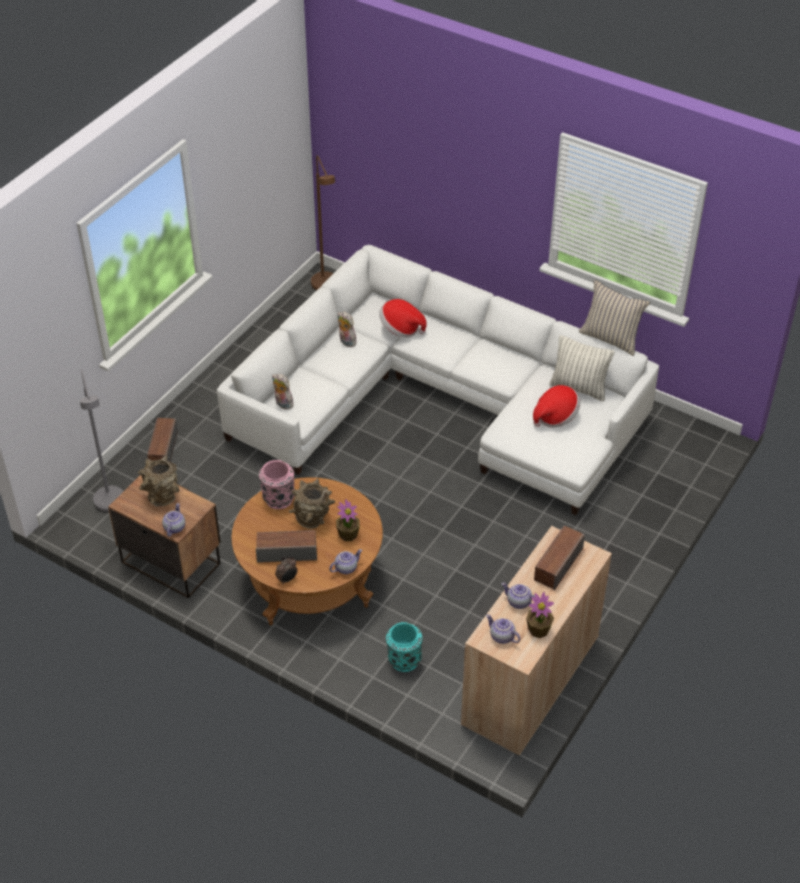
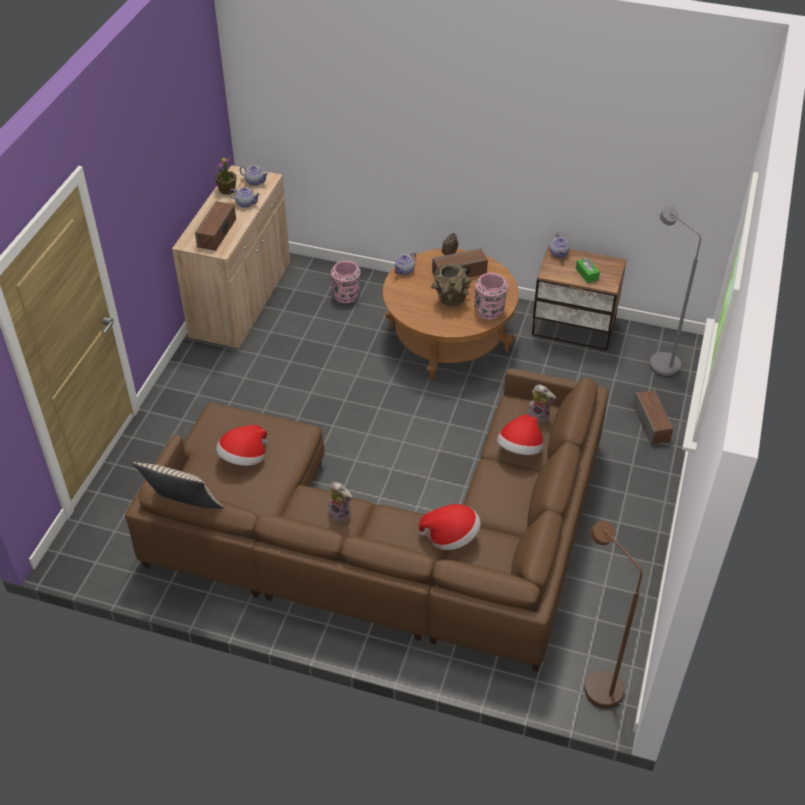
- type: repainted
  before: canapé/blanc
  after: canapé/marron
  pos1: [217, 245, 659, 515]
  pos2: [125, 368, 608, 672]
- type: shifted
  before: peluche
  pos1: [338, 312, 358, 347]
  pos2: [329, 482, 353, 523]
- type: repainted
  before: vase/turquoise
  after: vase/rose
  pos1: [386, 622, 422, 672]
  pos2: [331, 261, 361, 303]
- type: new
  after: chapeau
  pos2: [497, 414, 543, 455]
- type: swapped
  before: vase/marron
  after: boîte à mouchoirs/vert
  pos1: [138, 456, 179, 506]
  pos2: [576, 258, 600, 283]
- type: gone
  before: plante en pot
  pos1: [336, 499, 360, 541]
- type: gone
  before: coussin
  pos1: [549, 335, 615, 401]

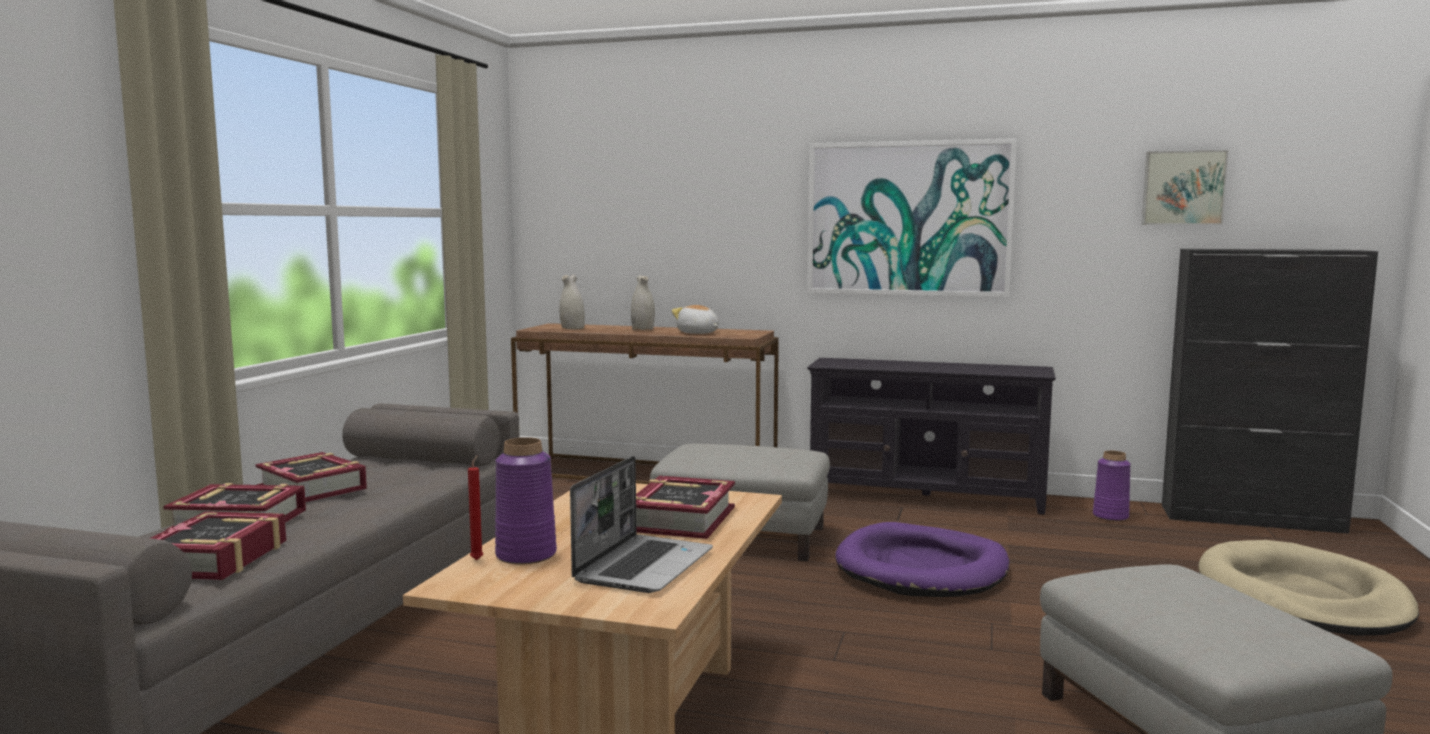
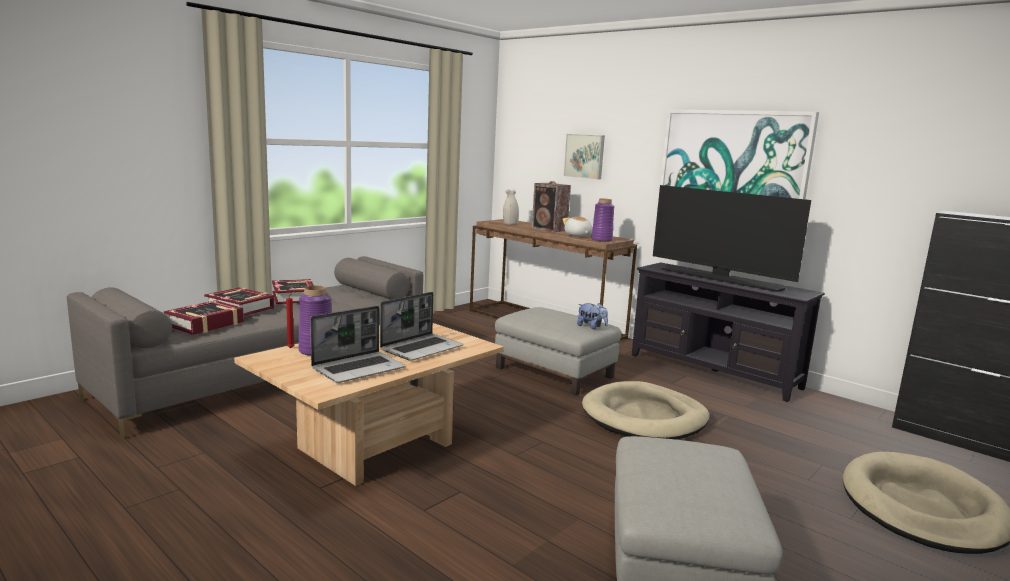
- type: swapped
  before: livre
  after: ordinateur portable
  pos1: [636, 476, 735, 539]
  pos2: [380, 292, 463, 361]
- type: swapped
  before: vase/blanc
  after: enceinte
  pos1: [631, 275, 655, 330]
  pos2: [532, 181, 571, 232]
- type: shifted
  before: tableau
  pos1: [1142, 150, 1229, 225]
  pos2: [564, 134, 605, 179]
- type: new
  after: peluche
  pos2: [577, 303, 608, 329]
- type: repainted
  before: panier pour chien/violet
  after: panier pour chien/beige
  pos1: [835, 522, 1009, 597]
  pos2: [582, 381, 710, 440]
- type: shifted
  before: vase/violet
  pos1: [1093, 451, 1131, 521]
  pos2: [591, 199, 614, 242]
- type: new
  after: téléviseur
  pos2: [653, 185, 811, 292]

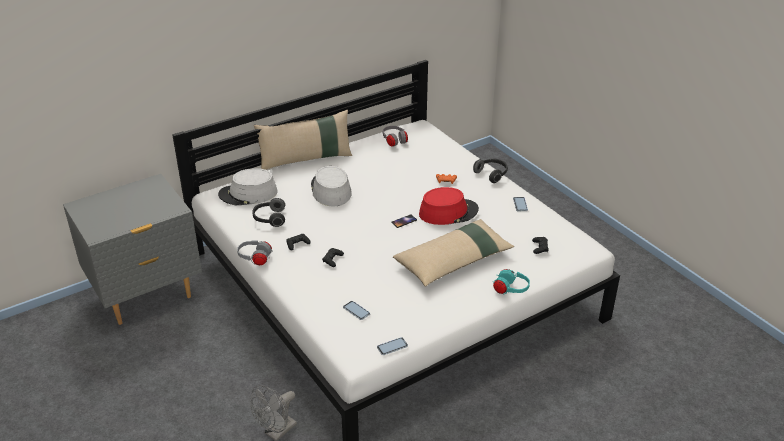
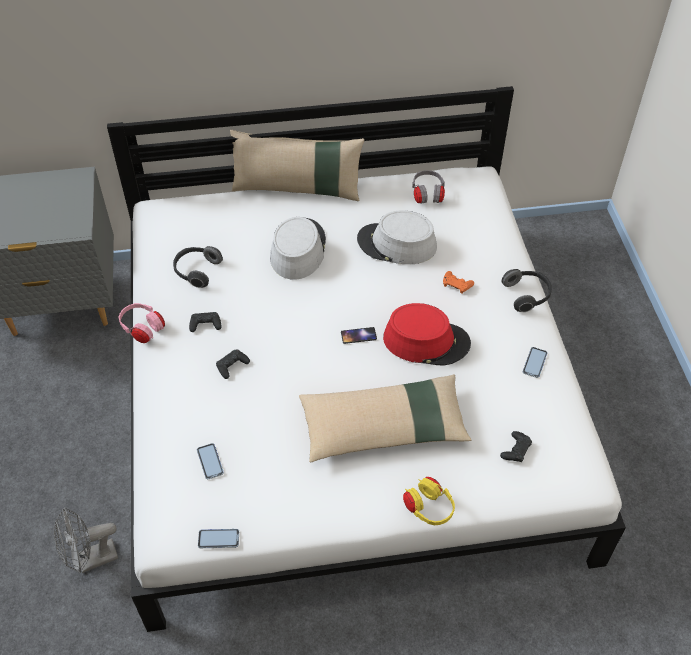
- type: repainted
  before: casque audio/gris
  after: casque audio/rose
  pos1: [237, 240, 272, 265]
  pos2: [118, 303, 165, 343]
- type: shifted
  before: chapeau/gris
  pos1: [218, 168, 278, 205]
  pos2: [357, 210, 437, 264]
- type: repainted
  before: casque audio/turquoise
  after: casque audio/jaune
  pos1: [492, 269, 530, 294]
  pos2: [403, 477, 455, 525]

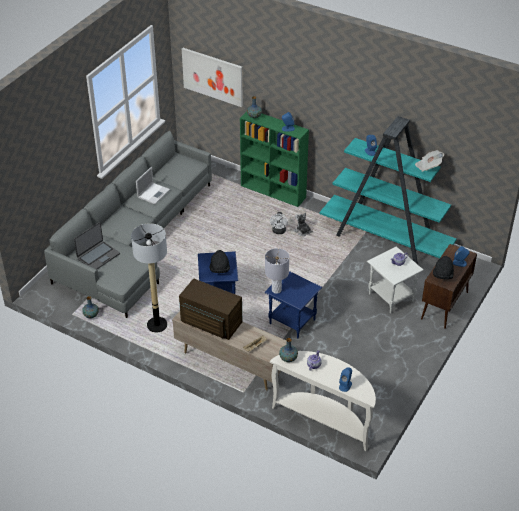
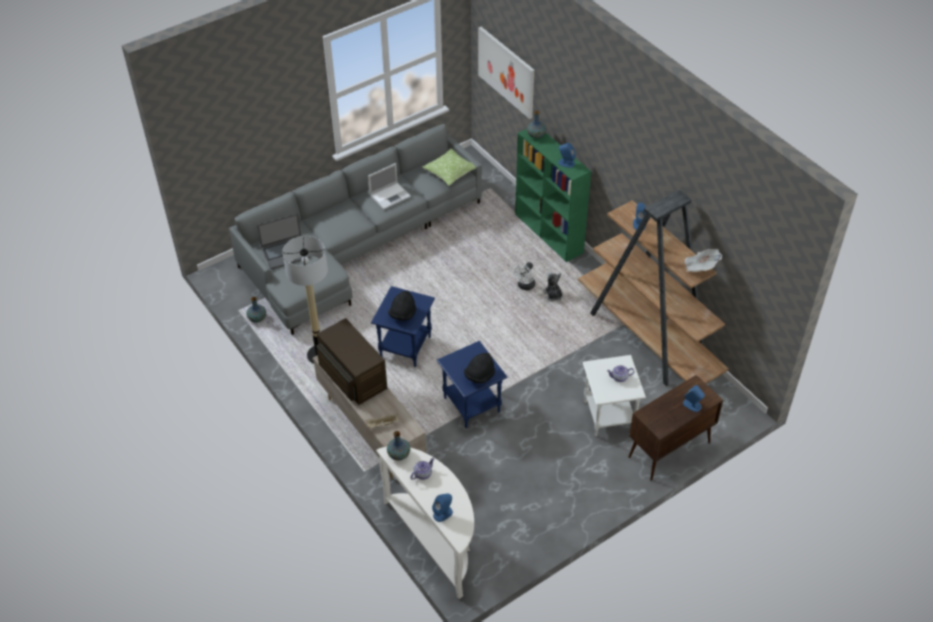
- type: new
  after: coussin
  pos2: [423, 148, 476, 186]
- type: shifted
  before: chapeau/noir
  pos1: [433, 256, 454, 280]
  pos2: [464, 353, 495, 383]
- type: repainted
  before: bibliothèque/turquoise
  after: bibliothèque/marron
  pos1: [320, 116, 457, 264]
  pos2: [578, 190, 729, 386]
- type: gone
  before: lampe de table/gris
  pos1: [265, 248, 289, 294]

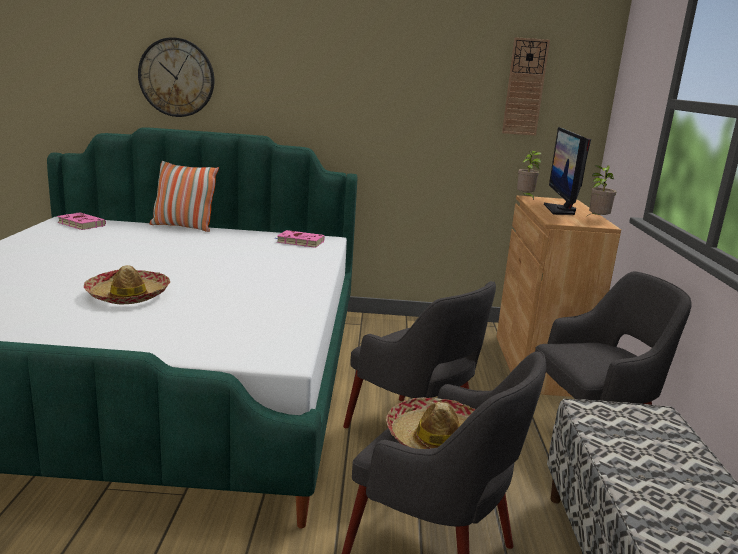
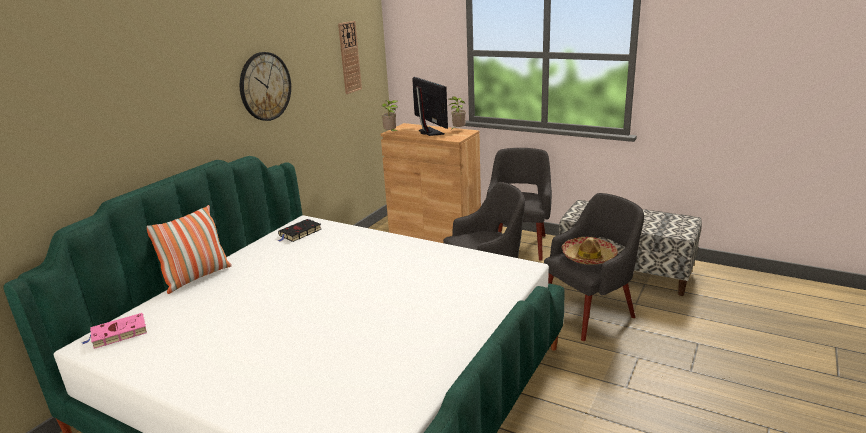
- type: shifted
  before: horloge murale
  pos1: [138, 37, 214, 117]
  pos2: [240, 52, 291, 121]
- type: repainted
  before: livre/rose
  after: livre/noir
  pos1: [275, 230, 325, 248]
  pos2: [278, 219, 321, 242]
- type: rotated
  before: écran d'ordinateur
  pos1: [544, 127, 591, 215]
  pos2: [412, 77, 448, 136]
  turn: -150
- type: gone
  before: chapeau
  pos1: [84, 265, 170, 304]

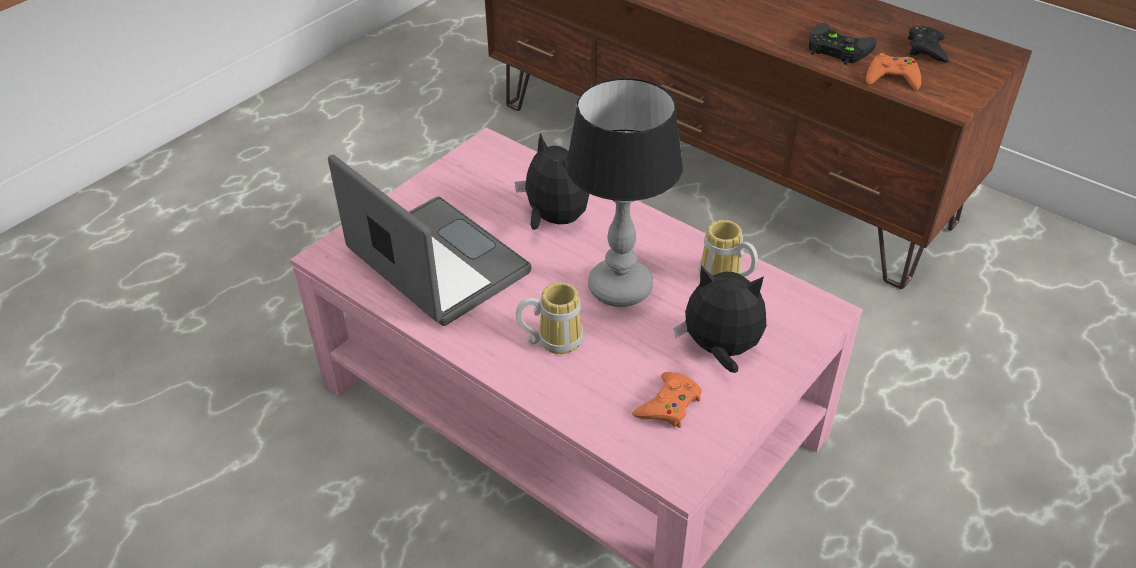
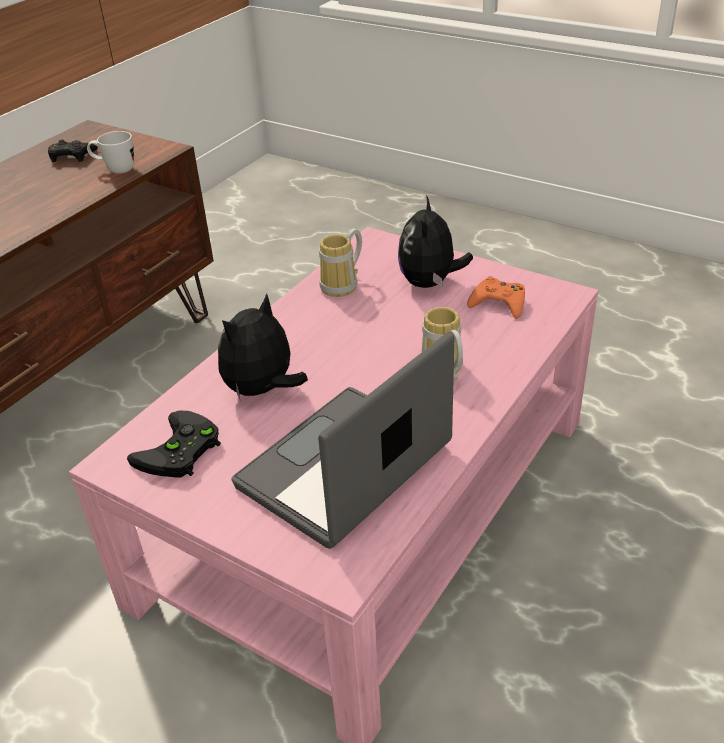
- type: swapped
  before: manette/orange
  after: mug/blanc
  pos1: [866, 53, 921, 90]
  pos2: [87, 131, 134, 174]
- type: shifted
  before: manette/noir
  pos1: [809, 23, 876, 65]
  pos2: [127, 410, 221, 478]
- type: gone
  before: lampe de table
  pos1: [566, 78, 683, 307]

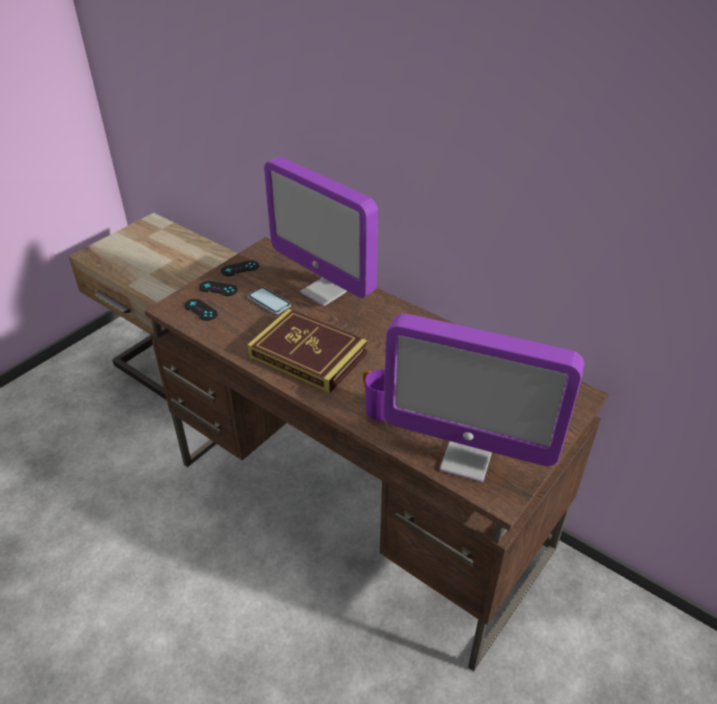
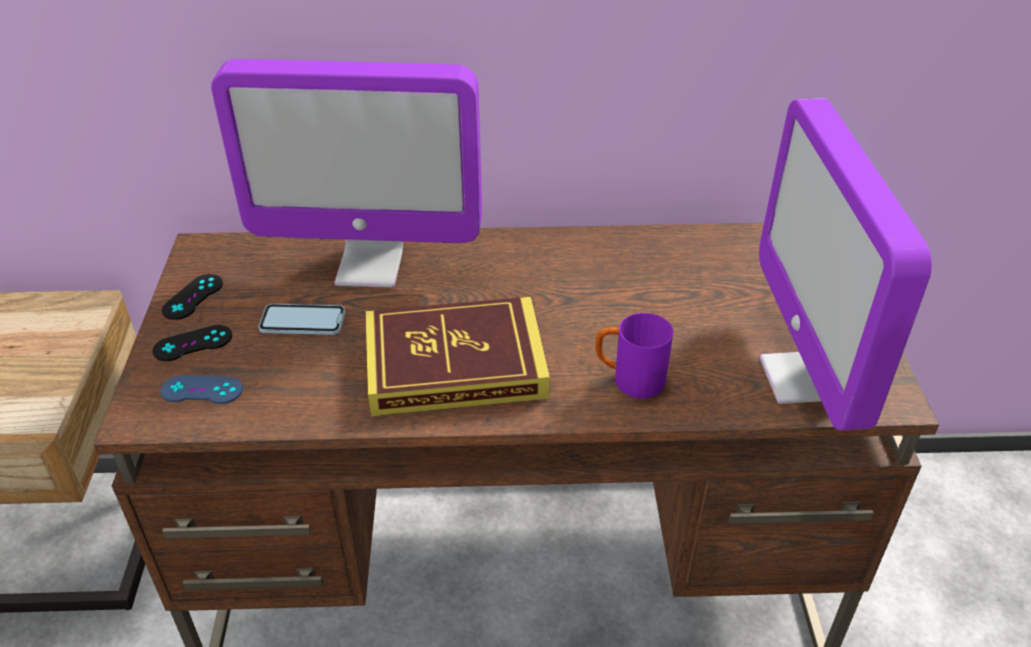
- type: repainted
  before: manette/noir
  after: manette/bleu
  pos1: [184, 299, 218, 321]
  pos2: [160, 375, 243, 404]
- type: rotated
  before: écran d'ordinateur
  pos1: [384, 313, 584, 482]
  pos2: [759, 98, 932, 431]
  turn: 105

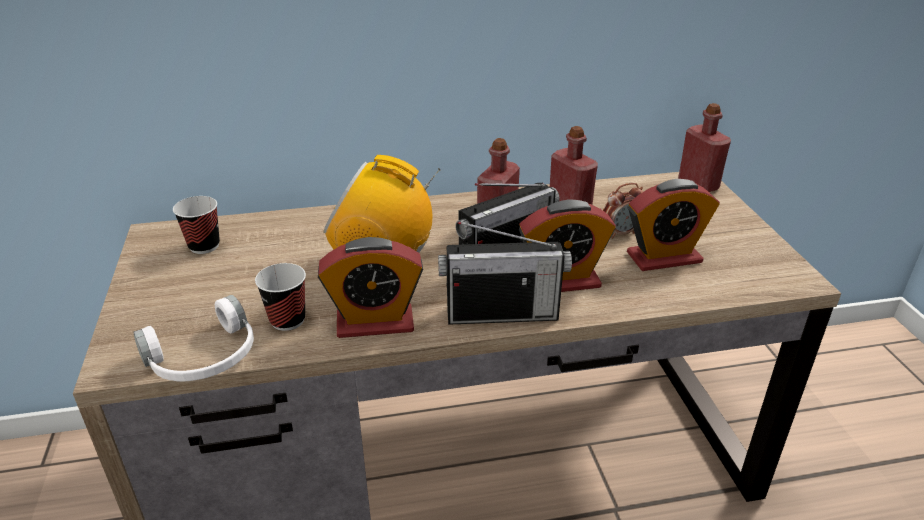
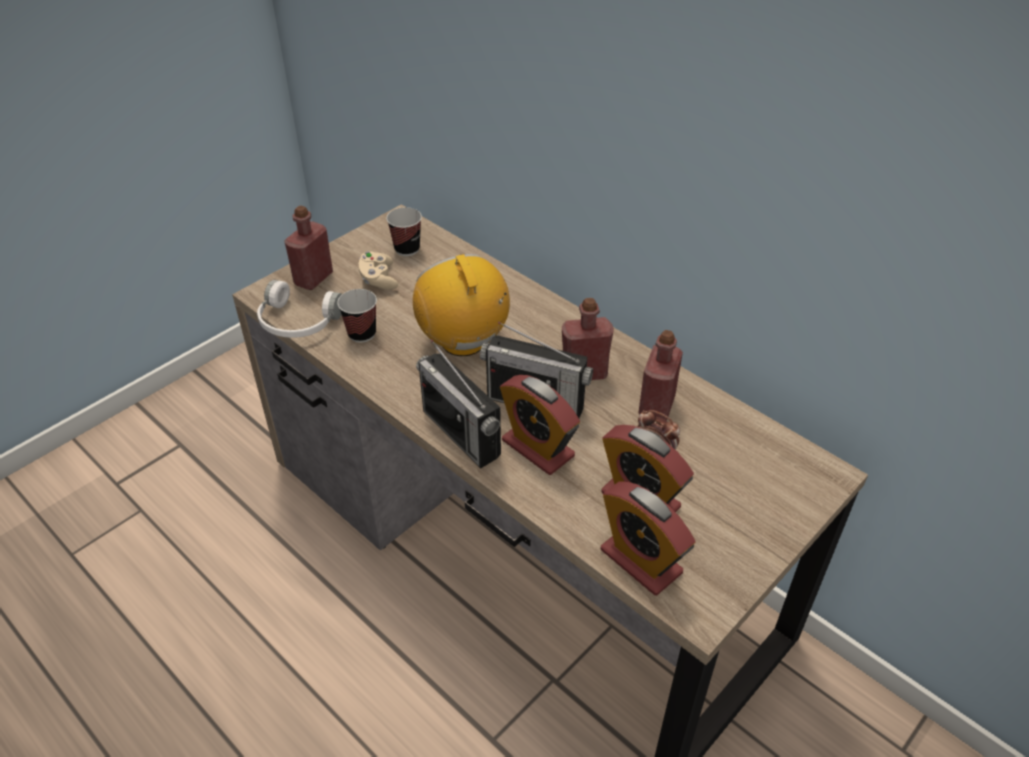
- type: shifted
  before: bouteille/rouge
  pos1: [678, 103, 731, 192]
  pos2: [284, 206, 333, 290]
- type: new
  after: manette/beige
  pos2: [359, 251, 398, 290]
- type: shifted
  before: réveil
  pos1: [318, 237, 423, 338]
  pos2: [601, 481, 695, 595]

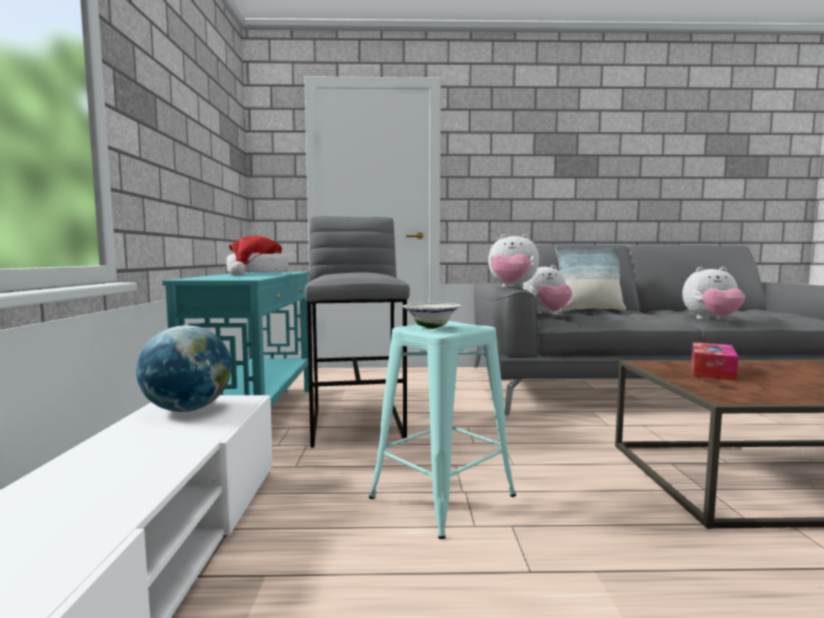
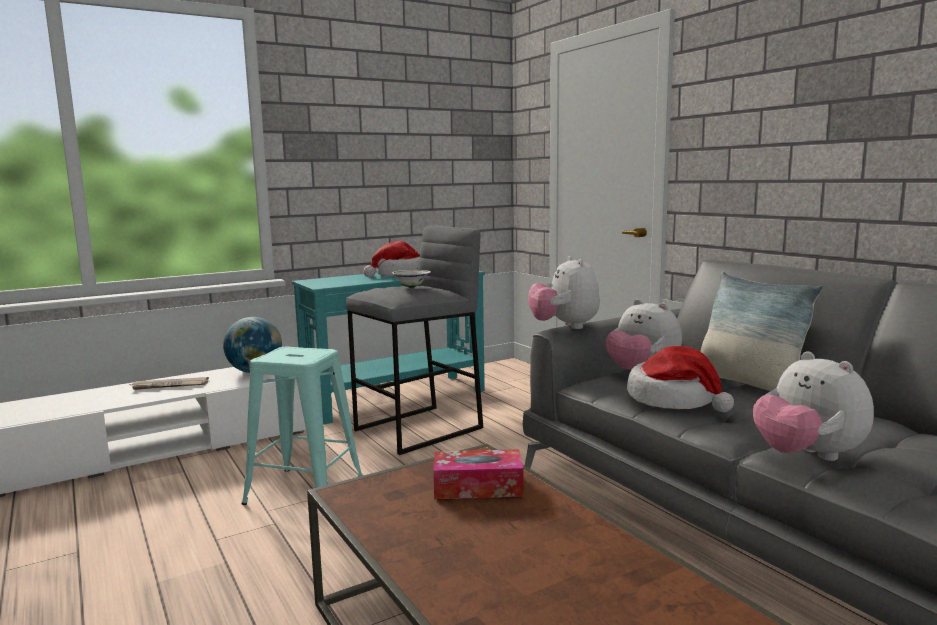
- type: new
  after: journal
  pos2: [132, 377, 209, 390]
- type: shifted
  before: bol/blanc
  pos1: [402, 303, 461, 329]
  pos2: [392, 270, 430, 288]
- type: new
  after: chapeau
  pos2: [627, 346, 734, 412]

